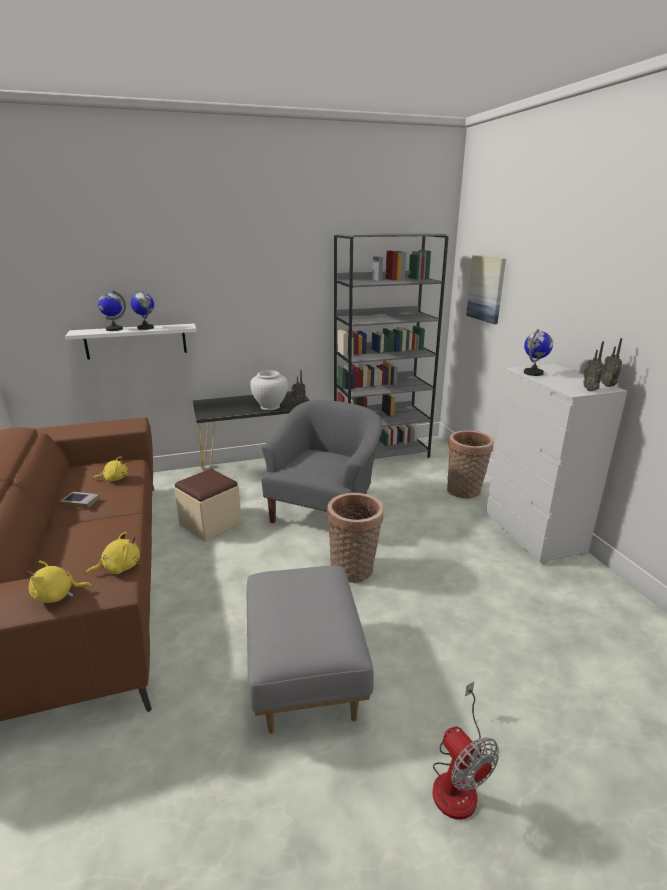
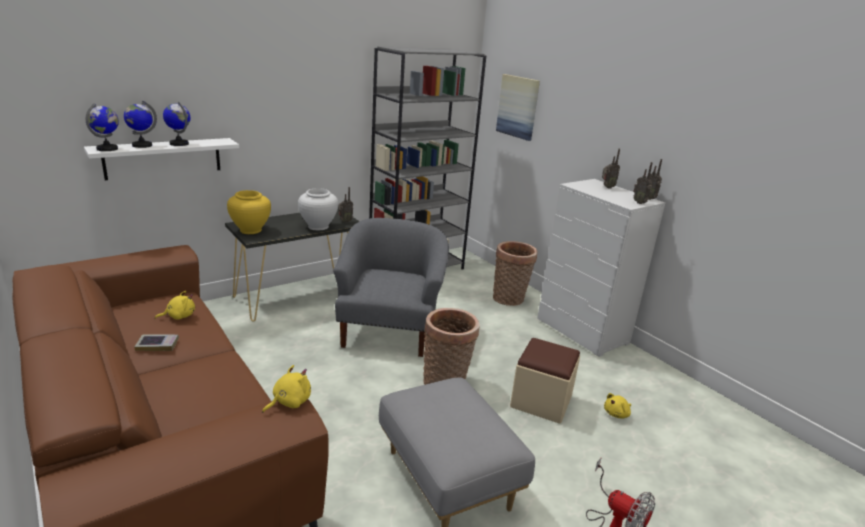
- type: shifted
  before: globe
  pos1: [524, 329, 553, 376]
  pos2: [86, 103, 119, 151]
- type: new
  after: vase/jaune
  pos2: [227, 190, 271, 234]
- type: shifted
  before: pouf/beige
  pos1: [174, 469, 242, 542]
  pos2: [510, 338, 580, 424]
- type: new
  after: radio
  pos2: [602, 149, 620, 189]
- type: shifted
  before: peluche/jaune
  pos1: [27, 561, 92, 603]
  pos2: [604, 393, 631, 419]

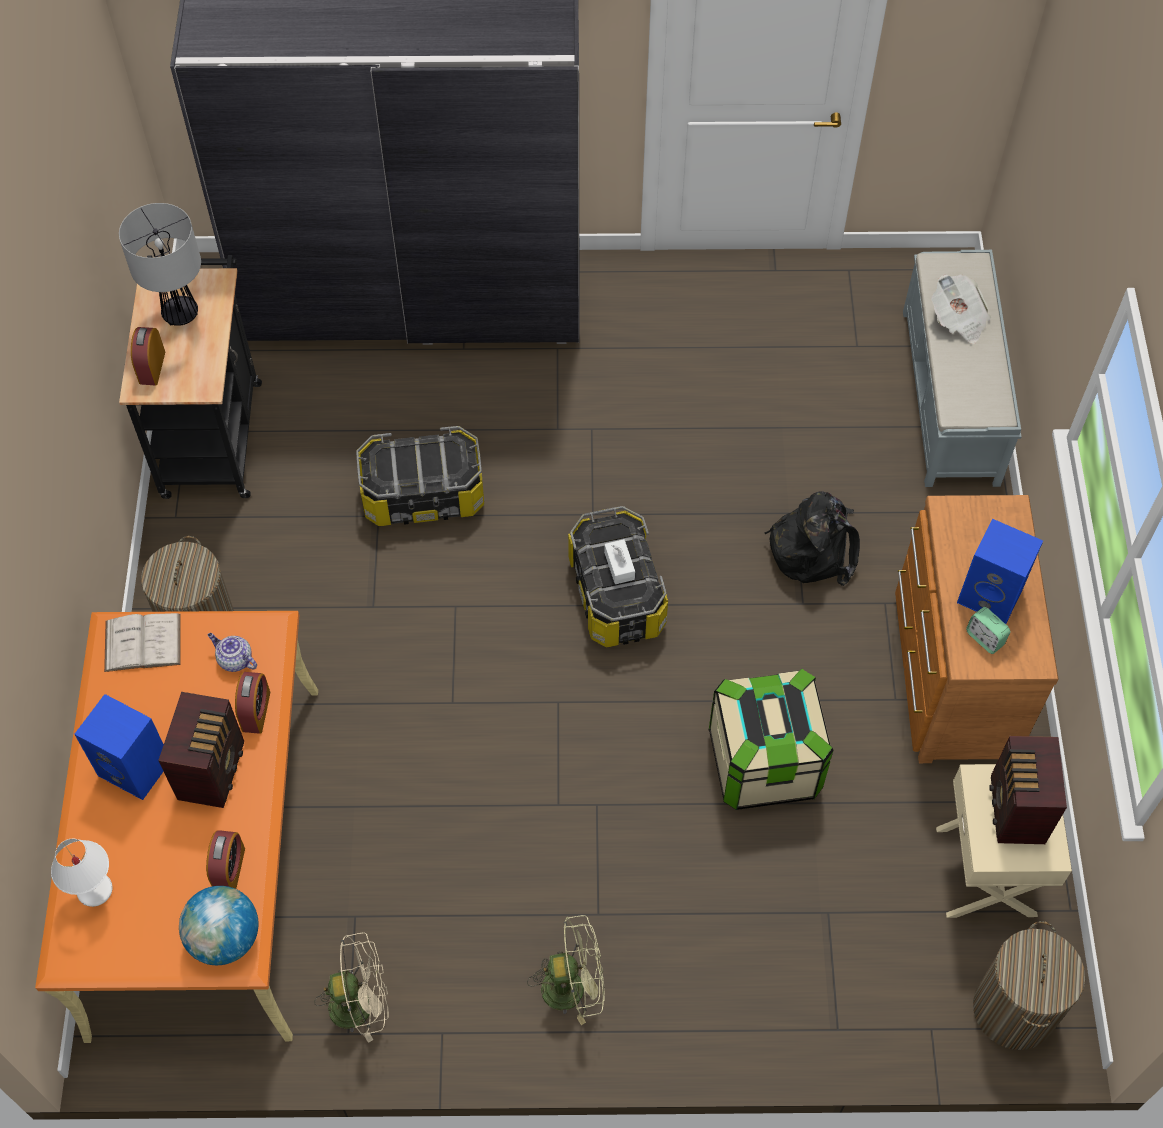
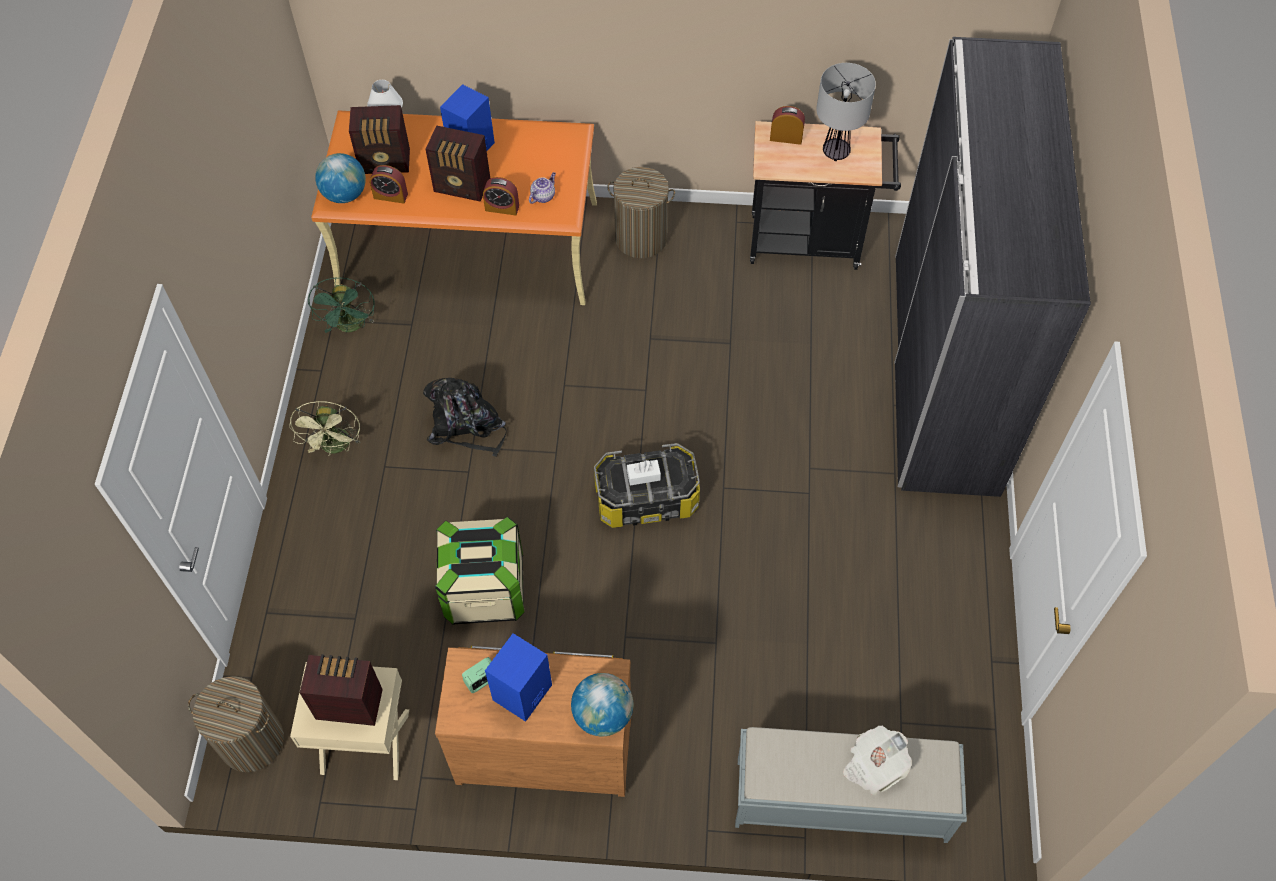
- type: repainted
  before: ventilateur/beige
  after: ventilateur/vert
  pos1: [314, 932, 388, 1043]
  pos2: [308, 277, 374, 333]
- type: new
  after: radio
  pos2: [349, 105, 410, 174]
- type: shifted
  before: sac à dos/noir
  pos1: [764, 491, 860, 586]
  pos2: [423, 378, 506, 457]
- type: new
  after: globe
  pos2: [571, 673, 633, 736]
- type: gone
  before: livre/blanc
  pos1: [104, 613, 181, 672]
- type: gone
  before: boîte de rangement
  pos1: [356, 426, 484, 526]

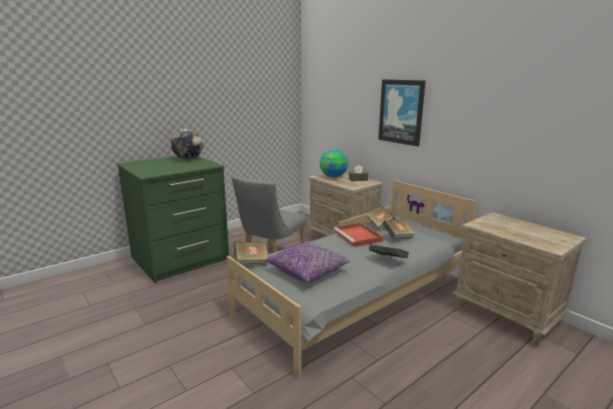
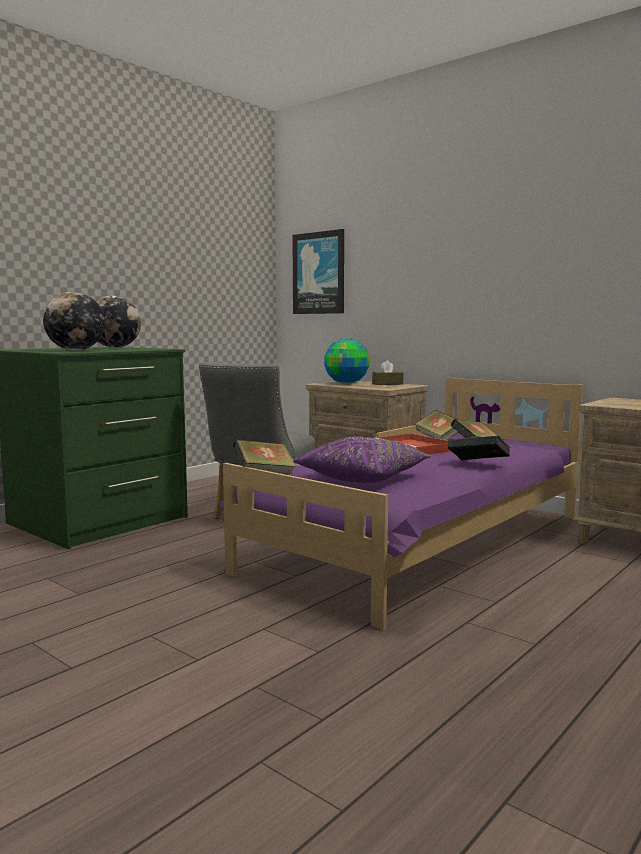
- type: new
  after: globe
  pos2: [43, 292, 105, 351]
- type: repainted
  before: lit/gris
  after: lit/violet
  pos1: [226, 180, 476, 378]
  pos2: [219, 377, 583, 630]
- type: shifted
  before: tableau
  pos1: [378, 80, 425, 146]
  pos2: [292, 229, 344, 314]

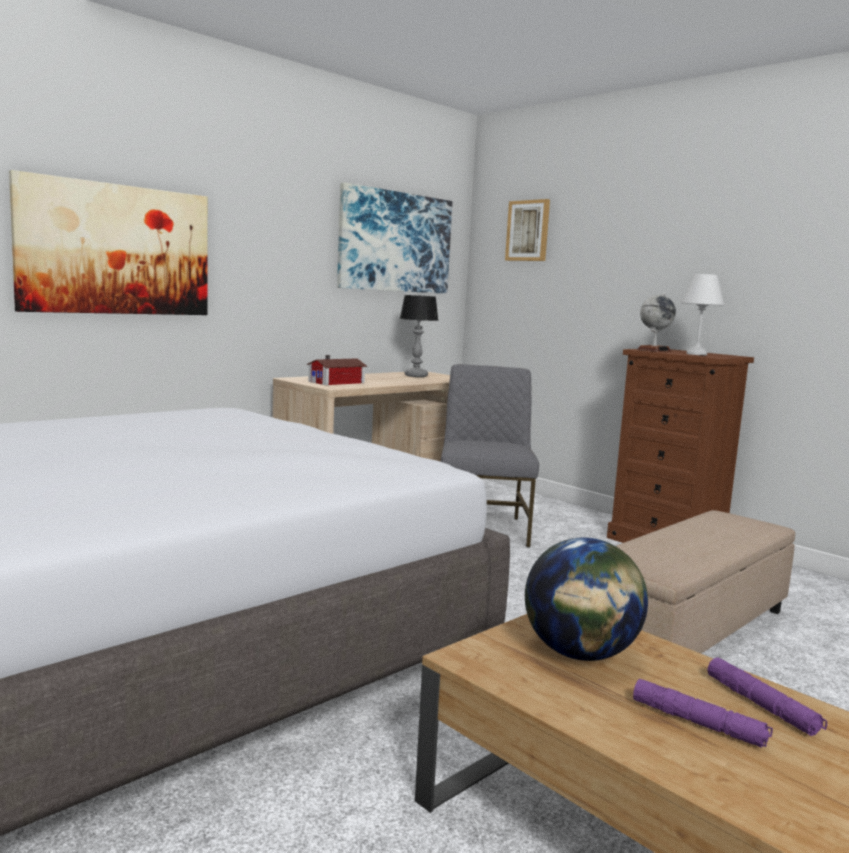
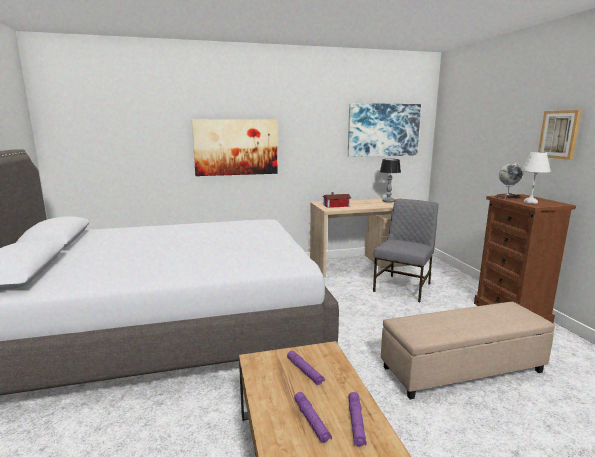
- type: swapped
  before: globe
  after: lampe de poche/violet
  pos1: [525, 537, 648, 661]
  pos2: [287, 351, 325, 385]
- type: shifted
  before: tableau
  pos1: [505, 199, 550, 261]
  pos2: [538, 110, 581, 160]

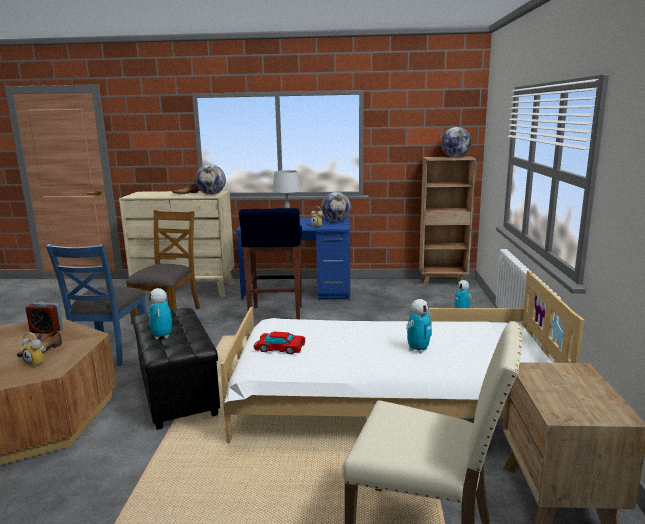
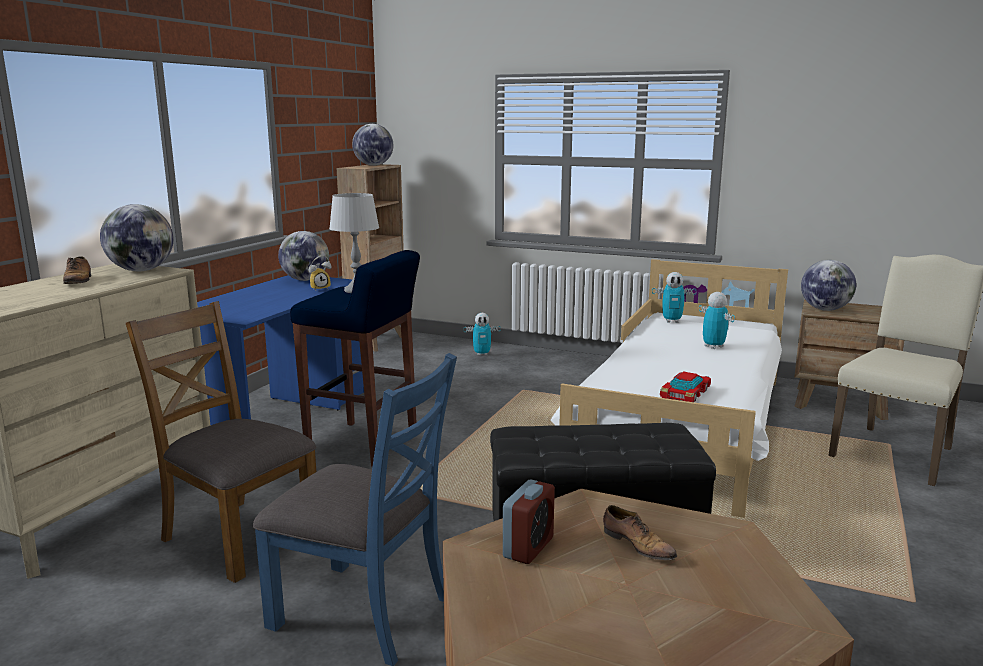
- type: shifted
  before: robot jouet
  pos1: [148, 288, 172, 339]
  pos2: [652, 272, 696, 323]
- type: new
  after: globe
  pos2: [801, 260, 856, 311]
- type: gone
  before: réveil
  pos1: [22, 332, 46, 367]

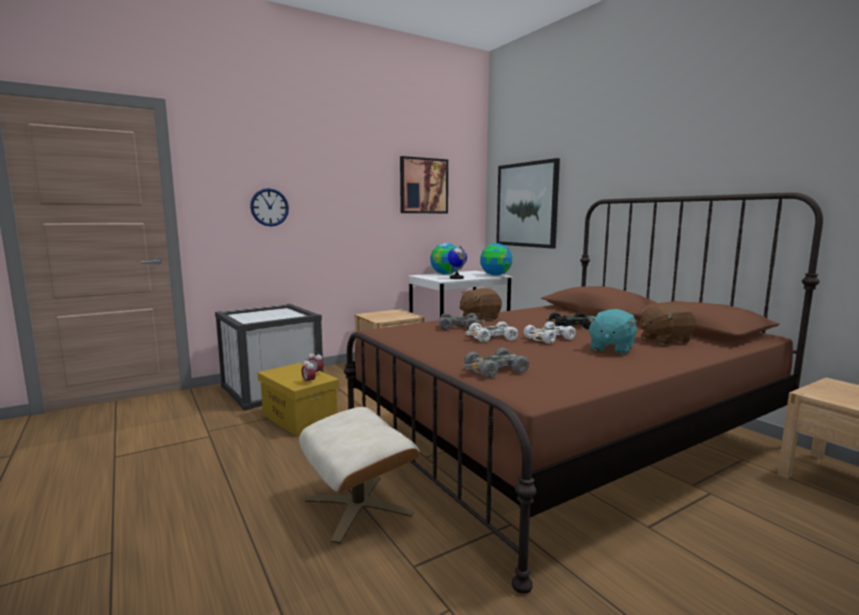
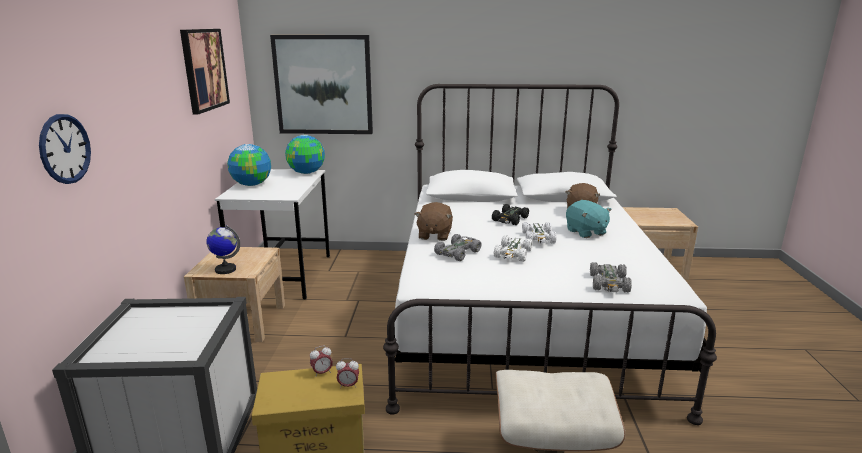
- type: shifted
  before: globe
  pos1: [448, 246, 467, 279]
  pos2: [206, 225, 240, 274]
- type: repainted
  before: lit/marron
  after: lit/blanc
  pos1: [344, 192, 823, 594]
  pos2: [383, 84, 717, 425]

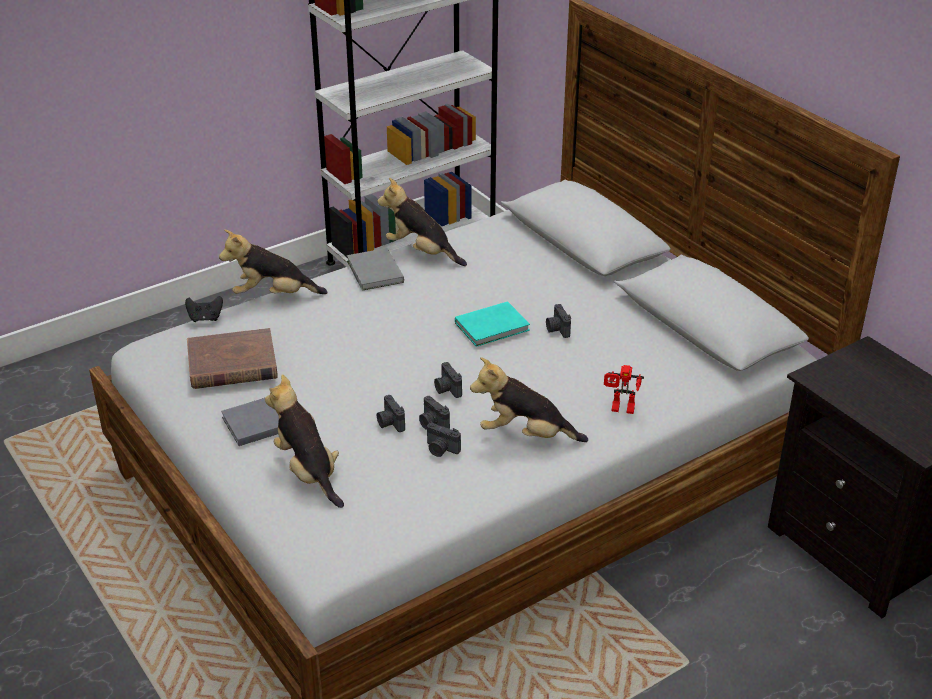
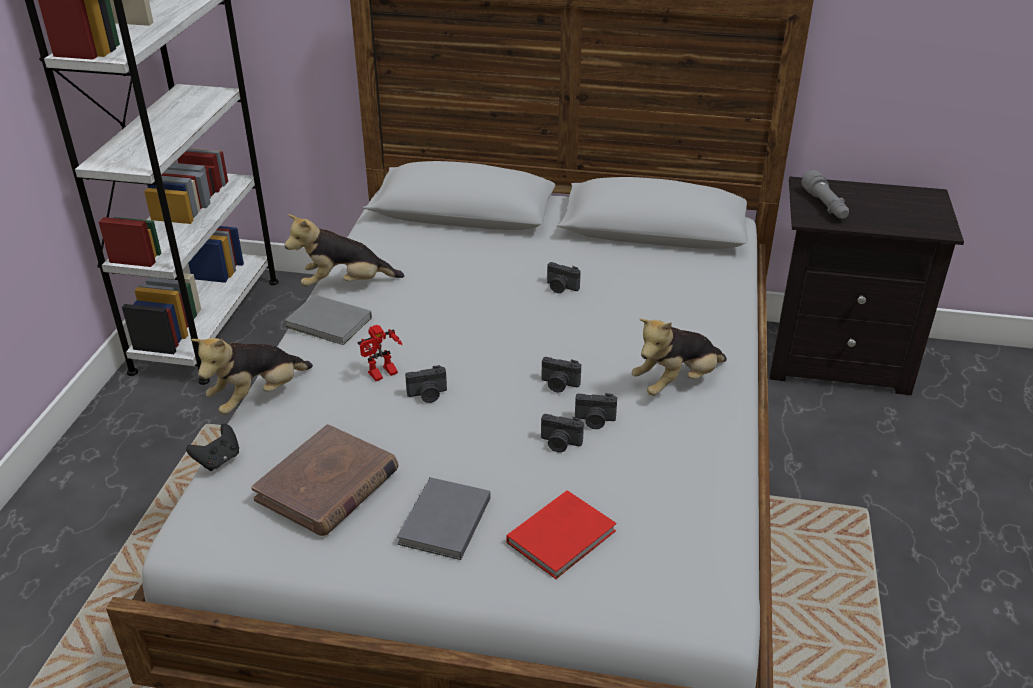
- type: shifted
  before: robot jouet
  pos1: [604, 365, 644, 414]
  pos2: [358, 325, 402, 381]
- type: shifted
  before: appareil photo
  pos1: [427, 423, 461, 457]
  pos2: [405, 365, 447, 403]
- type: swapped
  before: peluche
  after: livre/rouge
  pos1: [265, 374, 344, 508]
  pos2: [506, 490, 617, 579]
- type: new
  after: lampe de poche/gris
  pos2: [801, 170, 849, 219]
- type: gone
  before: livre/turquoise
  pos1: [455, 301, 530, 347]

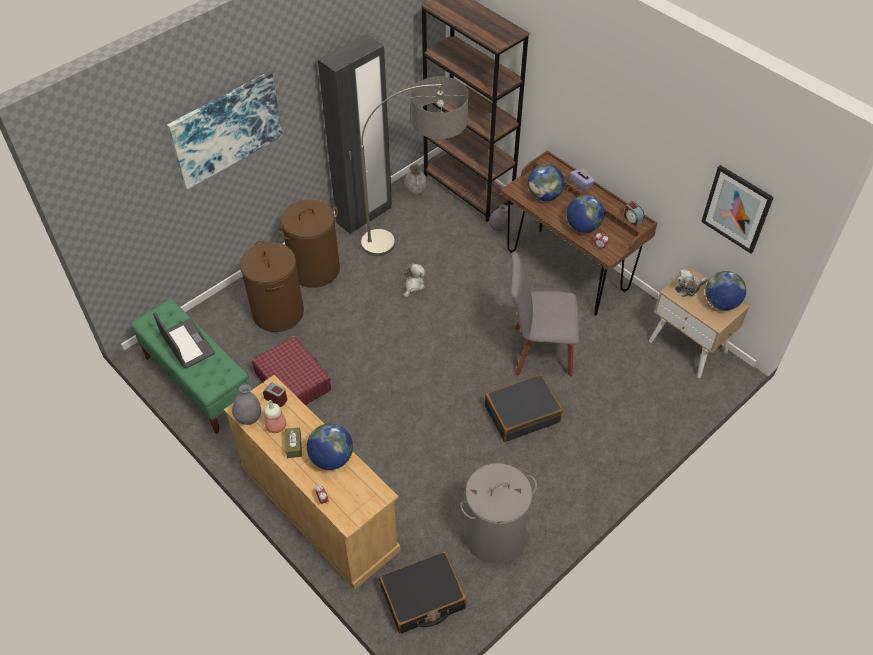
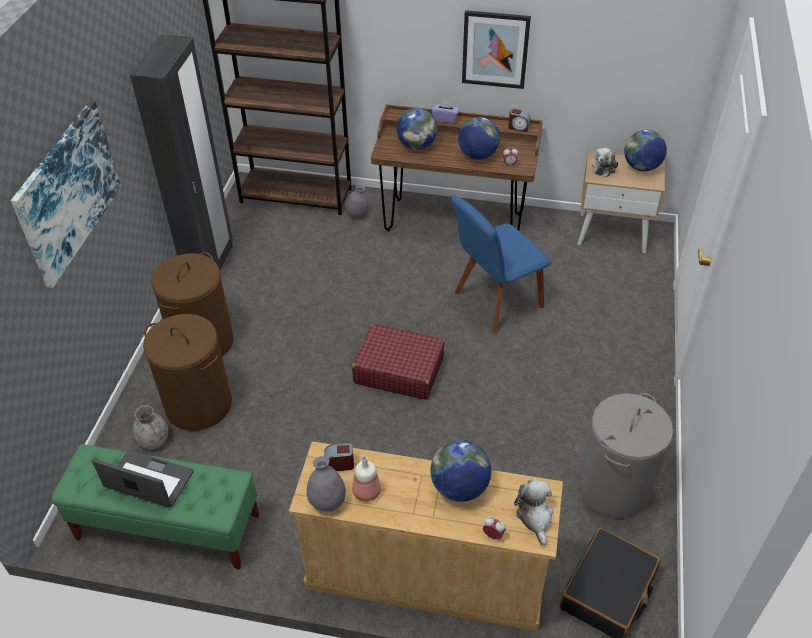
- type: shifted
  before: vase/gris
  pos1: [404, 164, 427, 196]
  pos2: [133, 405, 168, 450]
- type: shifted
  before: valise/rouge
  pos1: [252, 336, 331, 405]
  pos2: [352, 324, 445, 400]
- type: repainted
  before: chaise/gris
  after: chaise/bleu
  pos1: [511, 252, 580, 377]
  pos2: [451, 195, 551, 334]
- type: shifted
  before: tableau
  pos1: [701, 165, 774, 253]
  pos2: [462, 10, 531, 89]
- type: shifted
  before: peluche
  pos1: [403, 264, 425, 297]
  pos2: [514, 479, 554, 546]
- type: gone
  before: boîte à mouchoirs/marron
  pos1: [285, 427, 302, 458]
- type: gone
  before: lampadaire
  pos1: [361, 76, 469, 256]
- type: gone
  before: valise/noir
  pos1: [485, 374, 563, 442]

